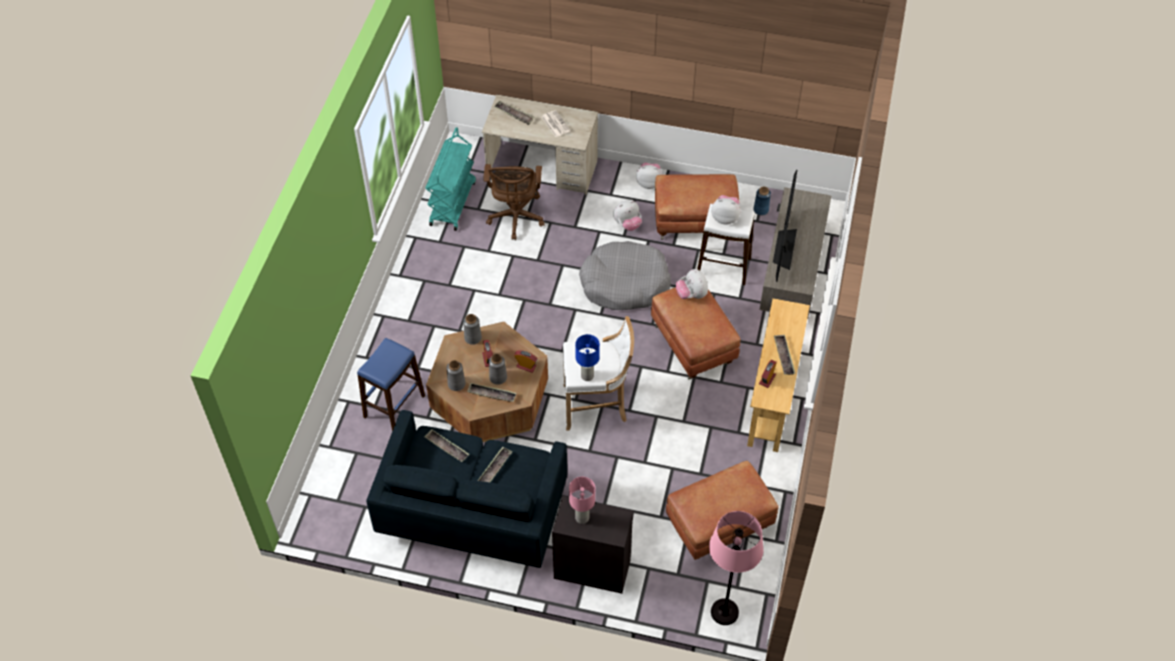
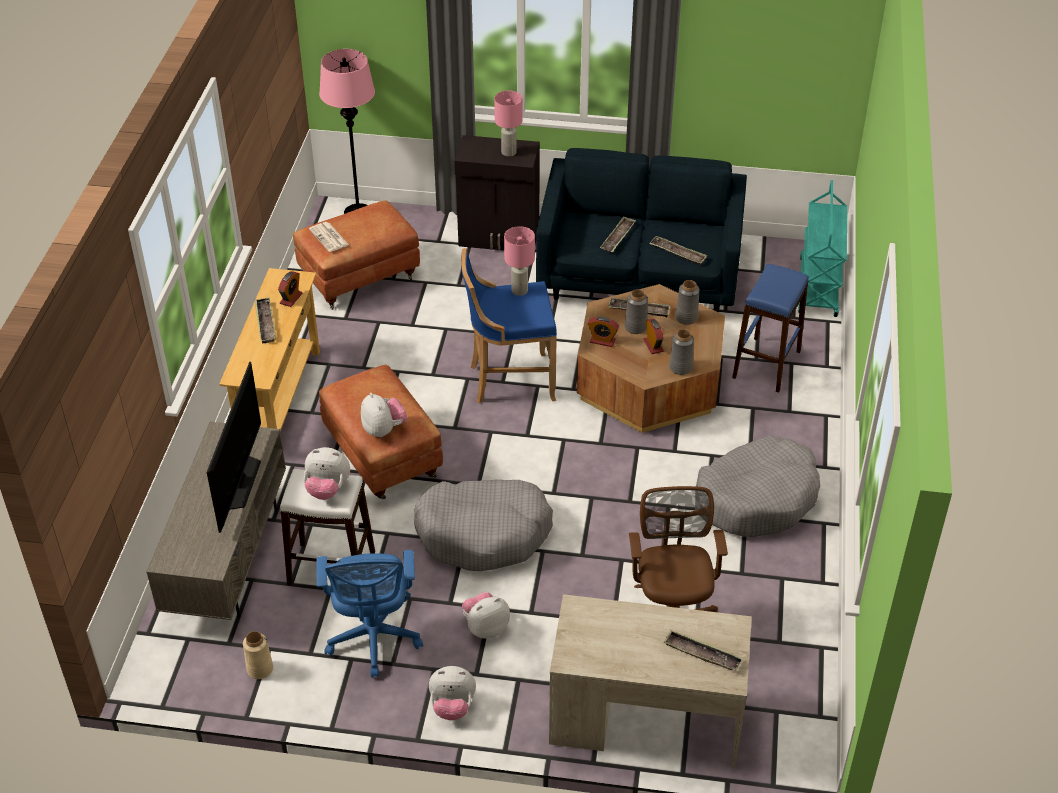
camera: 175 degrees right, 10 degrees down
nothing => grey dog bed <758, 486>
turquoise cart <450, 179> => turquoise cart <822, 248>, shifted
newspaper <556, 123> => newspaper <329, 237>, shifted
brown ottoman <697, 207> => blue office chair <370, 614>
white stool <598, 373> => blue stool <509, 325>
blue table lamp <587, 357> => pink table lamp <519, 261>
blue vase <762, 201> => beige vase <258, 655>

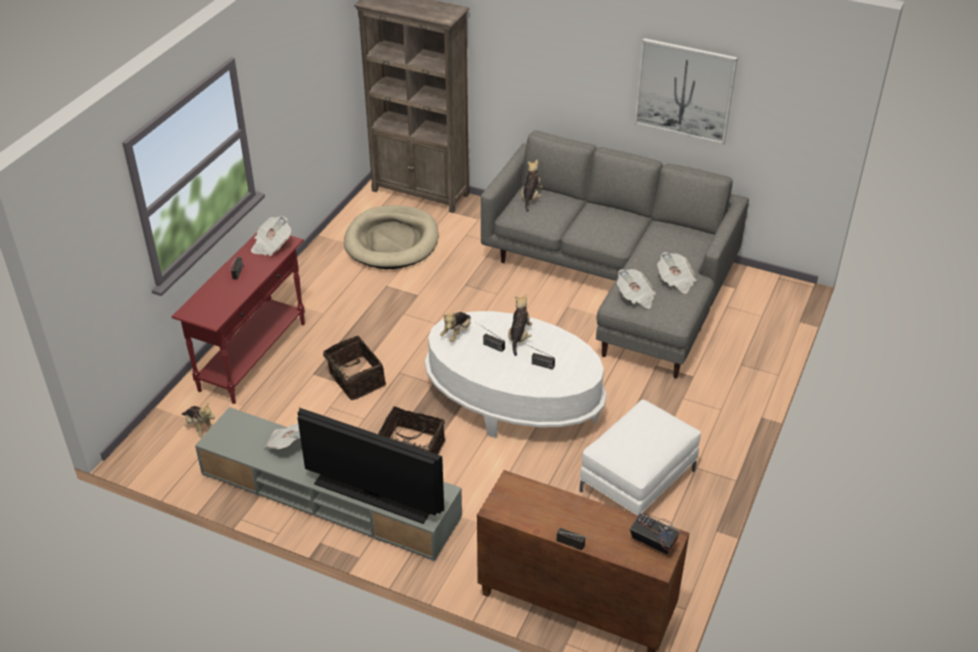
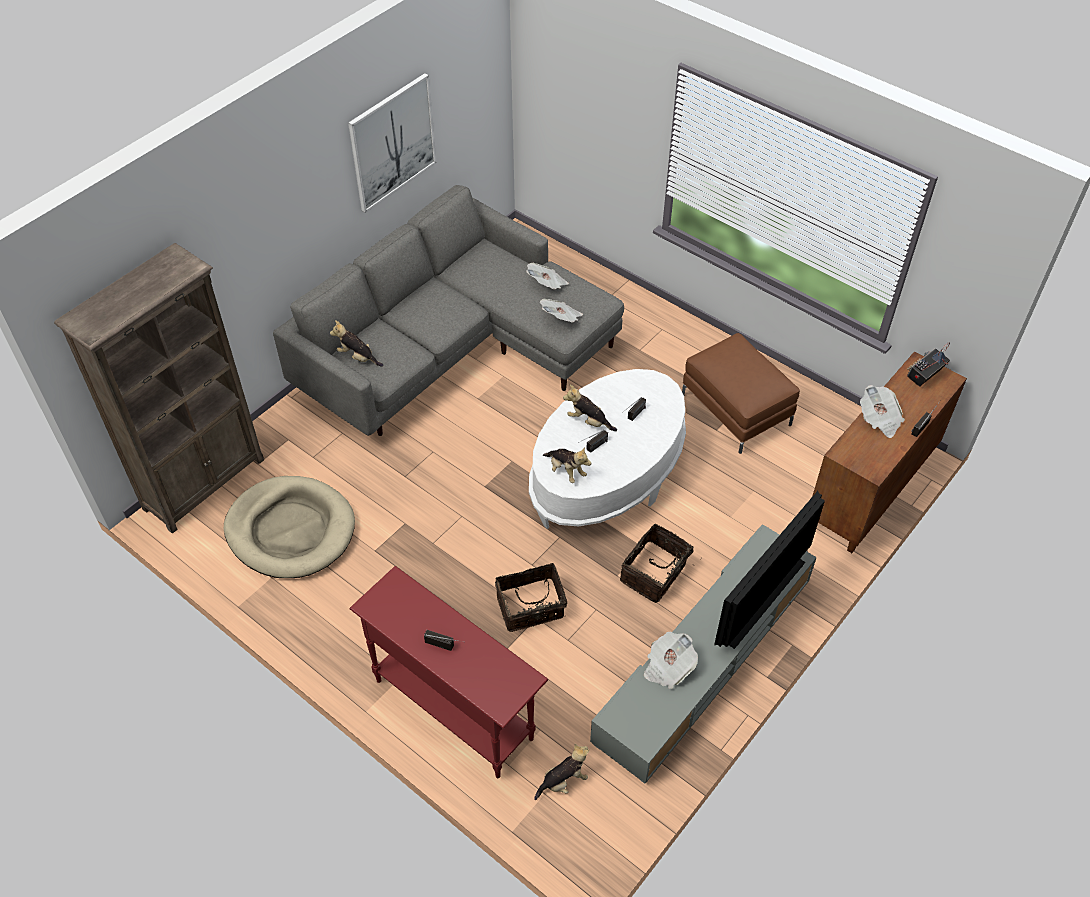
camera: 75 degrees left, 10 degrees up
newspaper <271, 236> => newspaper <882, 411>, shifted
white ottoman <640, 457> => brown ottoman <741, 393>

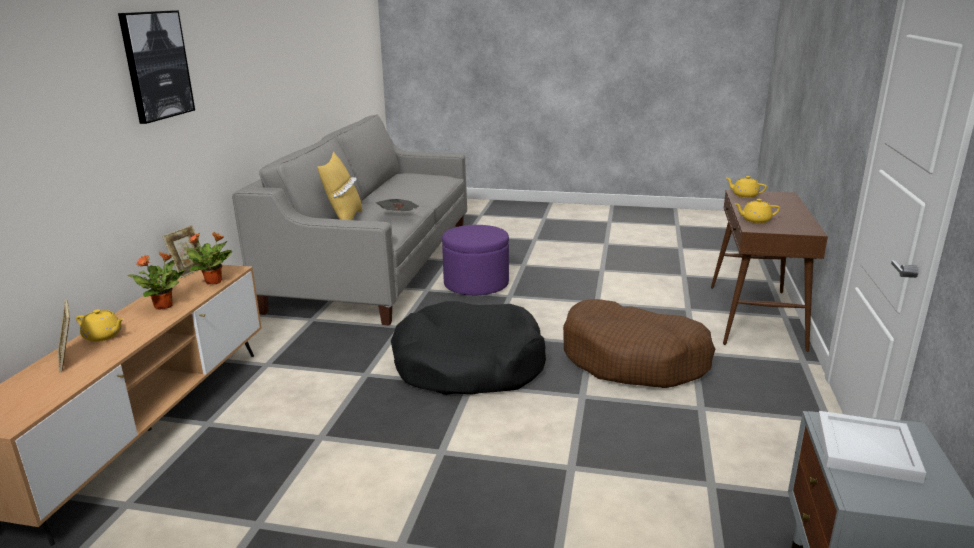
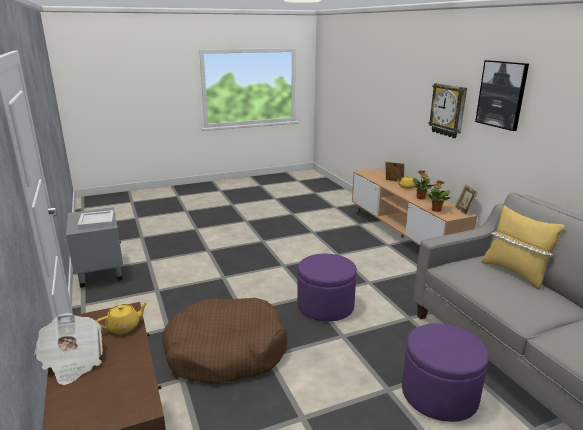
camera: 145 degrees right, 0 degrees up
yellow teapot <747, 187> => nothing
nothing => wall clock <447, 110>
newspaper <397, 205> => newspaper <68, 349>, shifted
black dog bed <468, 348> => purple ottoman <327, 288>

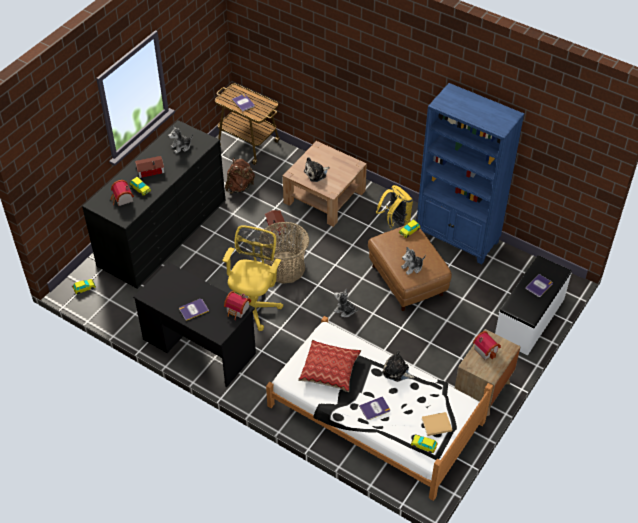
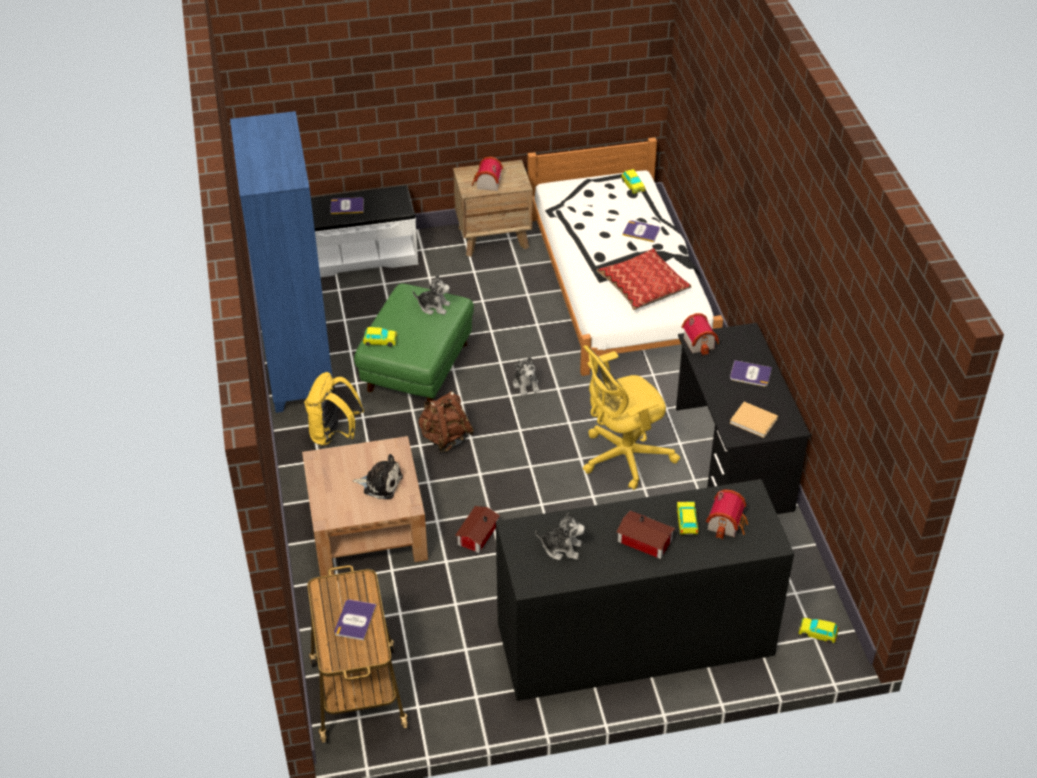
camera: 135 degrees left, 5 degrees down
basket <285, 253> => nothing
plush toy <398, 366> => nothing
brown backpack <240, 176> => brown backpack <446, 421>, shifted
beige book <437, 424> => beige book <754, 420>, shifted
brown ottoman <410, 268> => green ottoman <414, 344>

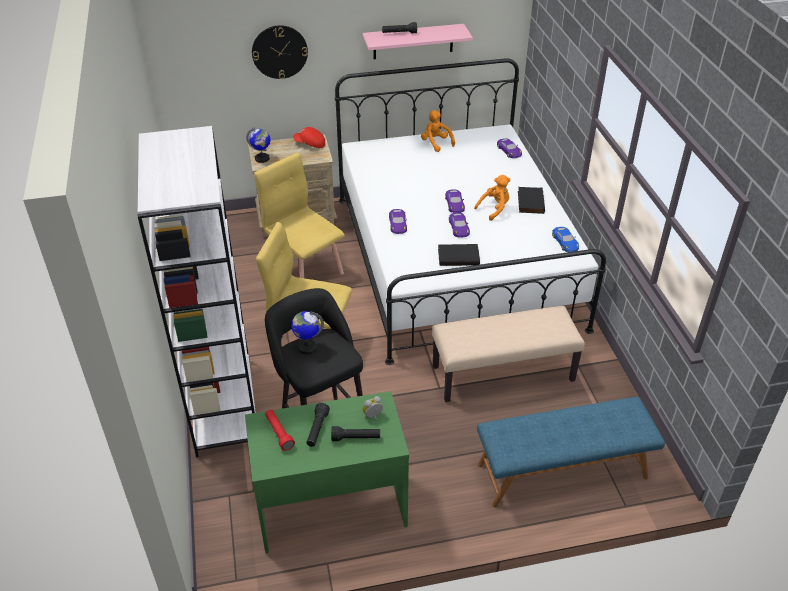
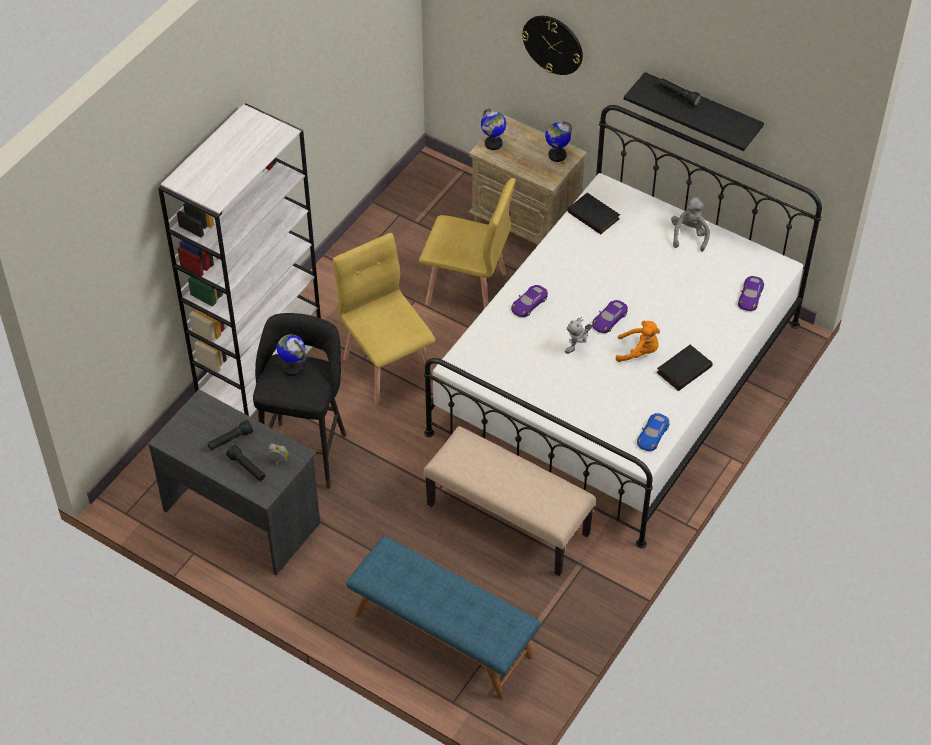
camera: 45 degrees right, 10 degrees up
red flashlight <280, 430> => nothing
black book <459, 255> => black book <593, 213>, shifted
red cap <309, 137> => globe <558, 141>
purple toy car <459, 225> => toy robot <578, 335>
green desk <327, 472> => grey desk <234, 482>
pink shelf <417, 41> => black shelf <694, 111>
orange plush toy <438, 131> => grey plush toy <690, 224>
yellow chair <299, 215> => yellow chair <467, 243>, 105 degrees clockwise

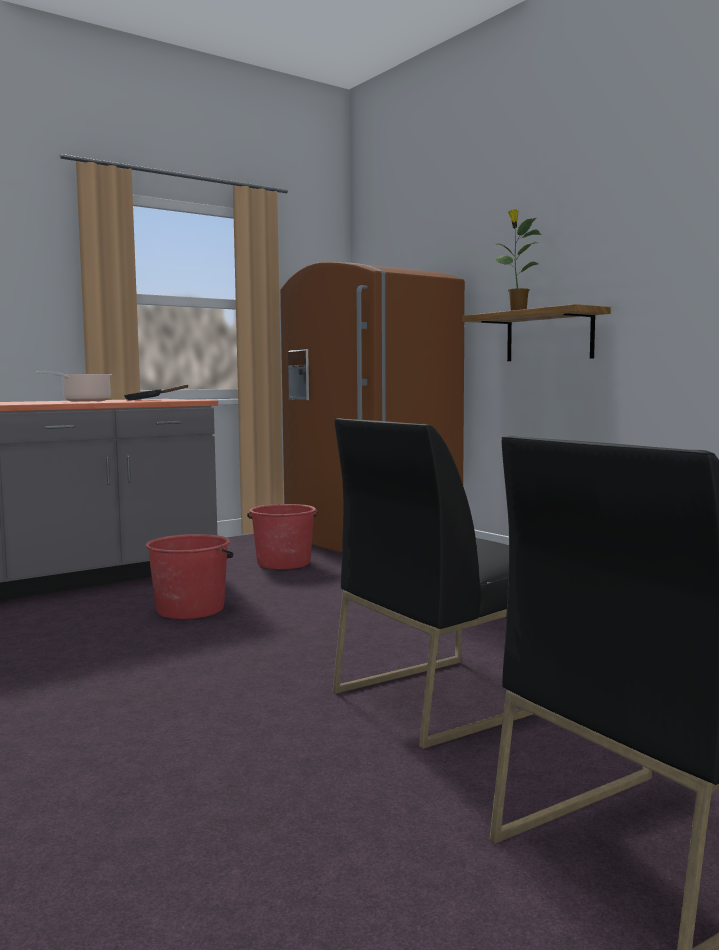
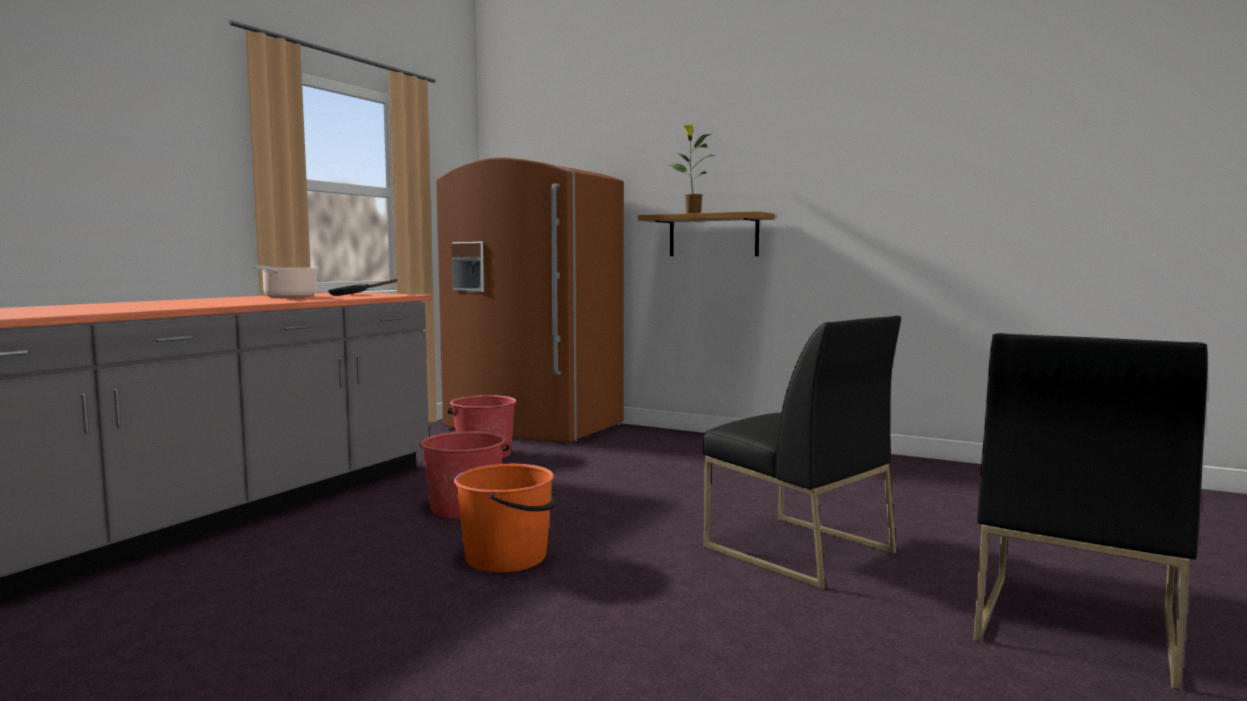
camera: 25 degrees left, 0 degrees up
nothing => orange bucket <505, 518>
black chair <433, 583> => black chair <802, 452>, 75 degrees counterclockwise

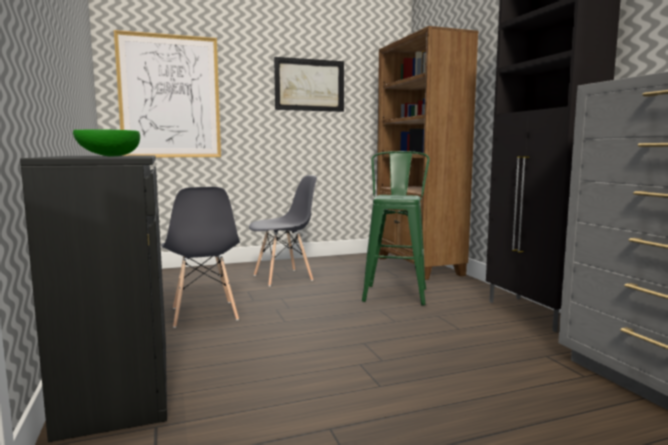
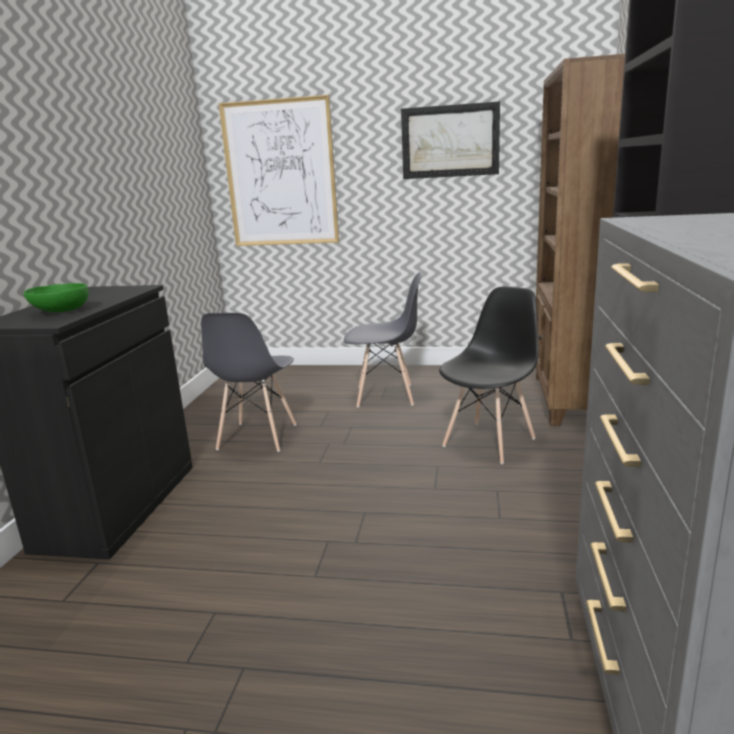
camera: 30 degrees right, 10 degrees up
green stool <396, 228> => black chair <489, 375>

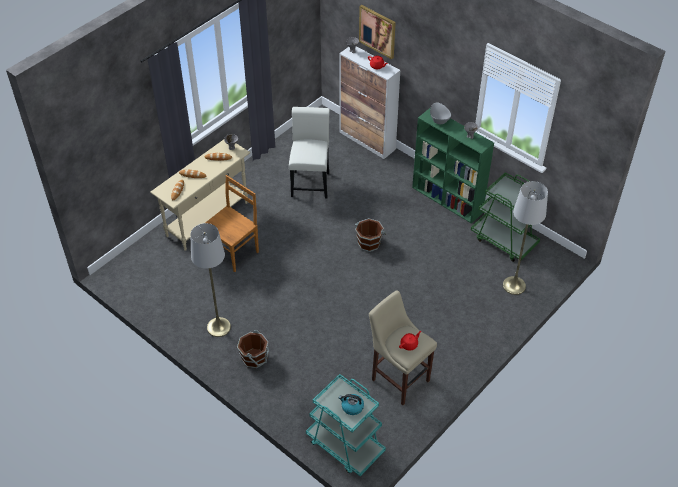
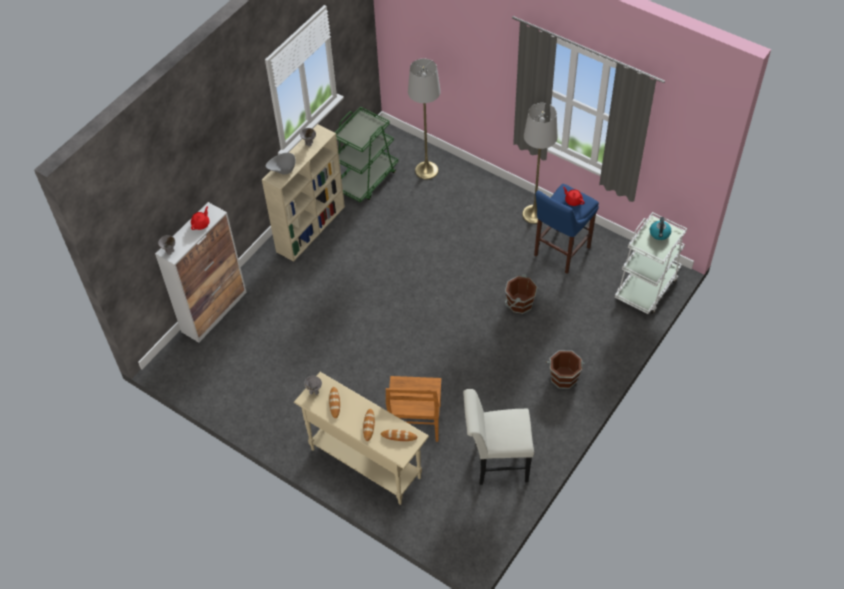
camera: 95 degrees left, 5 degrees up
picture <377, 32> => nothing
grey floor lamp <211, 280> => grey floor lamp <540, 163>, shifted
white chair <309, 153> => white chair <498, 437>, shifted
brown bucket <370, 235> => brown bucket <521, 294>, shifted
turquoise cart <346, 425> => white cart <651, 263>
beige stool <403, 348> => blue stool <566, 229>
green bookcase <453, 165> => beige bookcase <303, 193>
brown chair <232, 223> => brown chair <413, 409>, 120 degrees counterclockwise

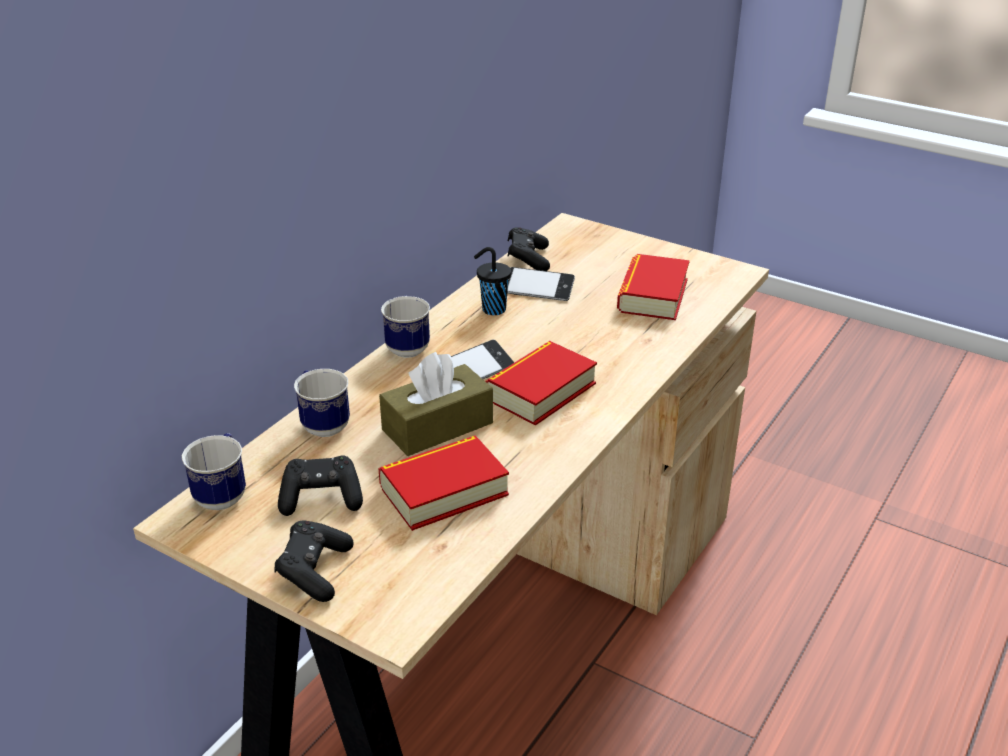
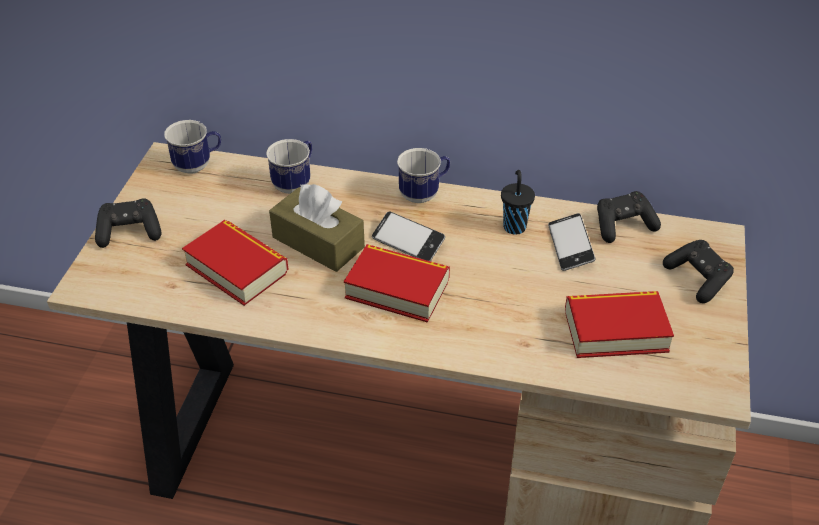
camera: 70 degrees right, 10 degrees up
black game controller <320, 486> => black game controller <698, 271>, shifted

